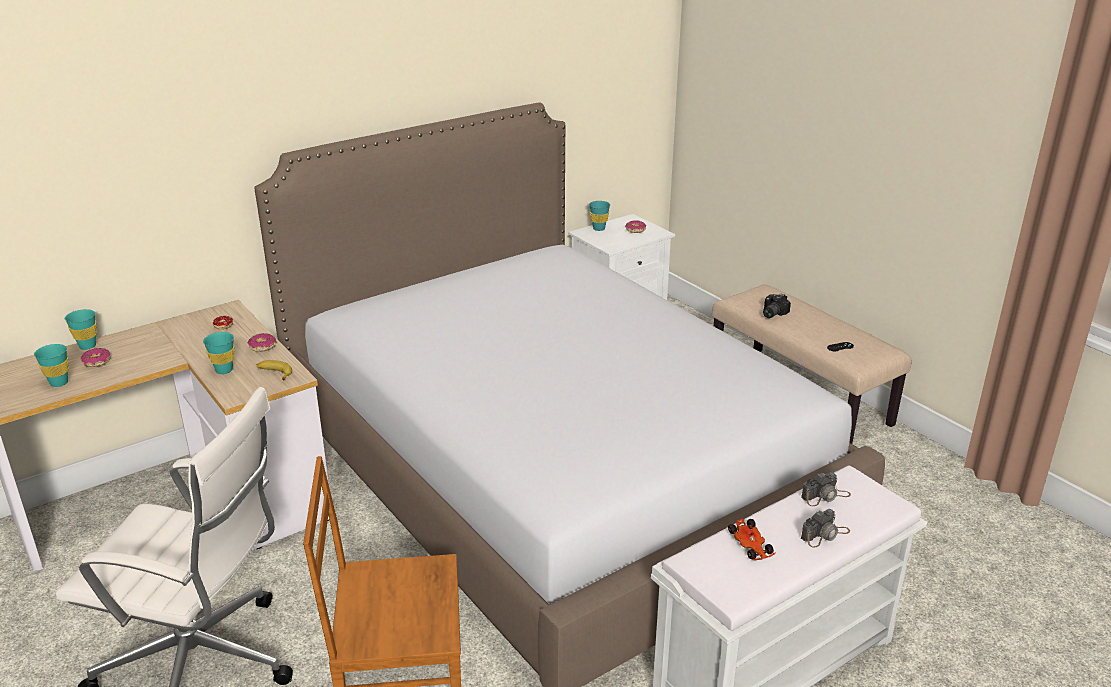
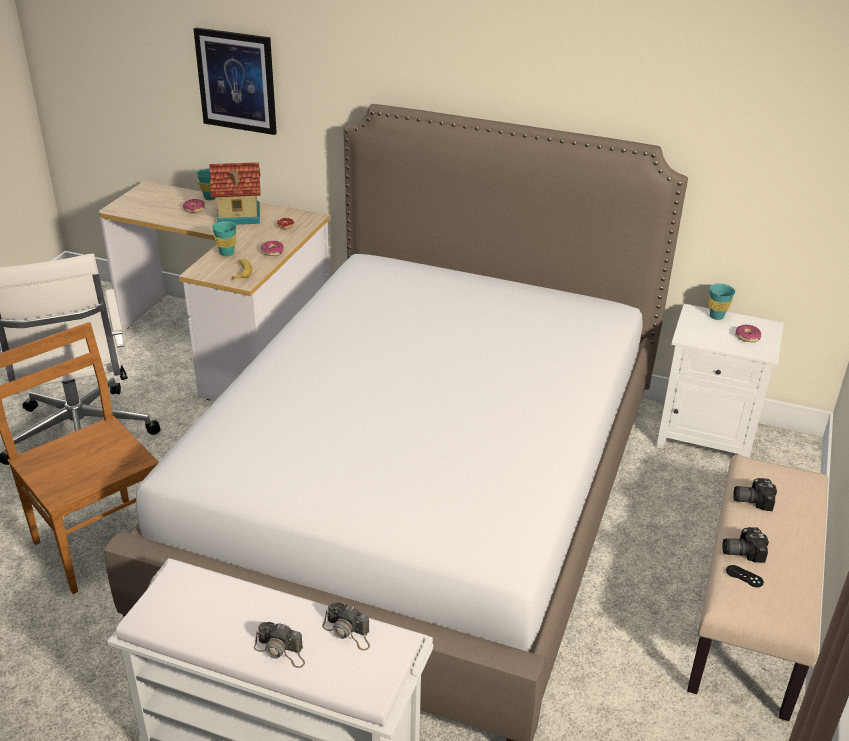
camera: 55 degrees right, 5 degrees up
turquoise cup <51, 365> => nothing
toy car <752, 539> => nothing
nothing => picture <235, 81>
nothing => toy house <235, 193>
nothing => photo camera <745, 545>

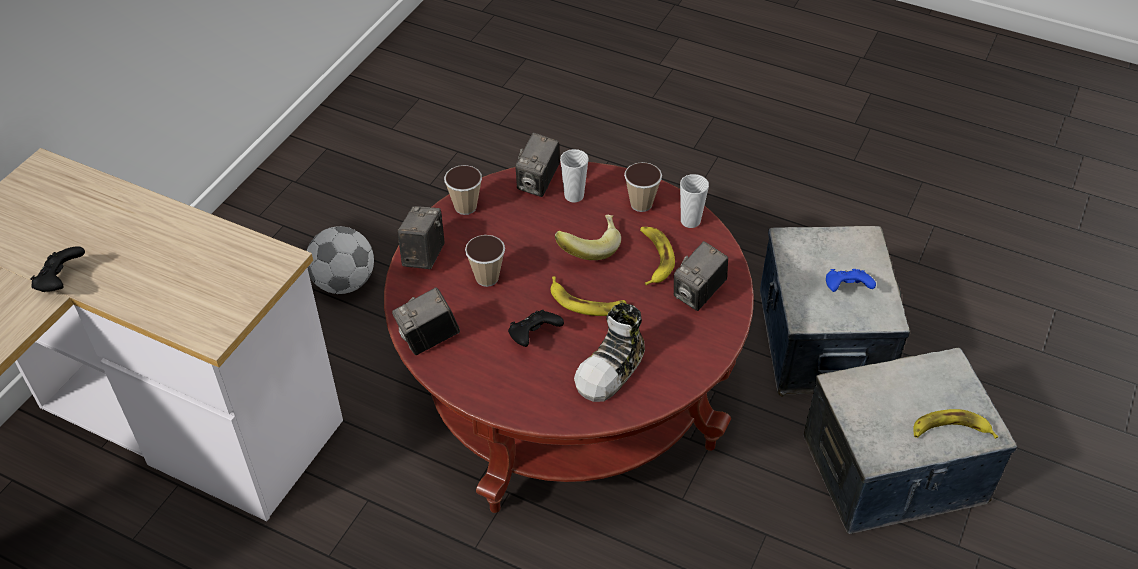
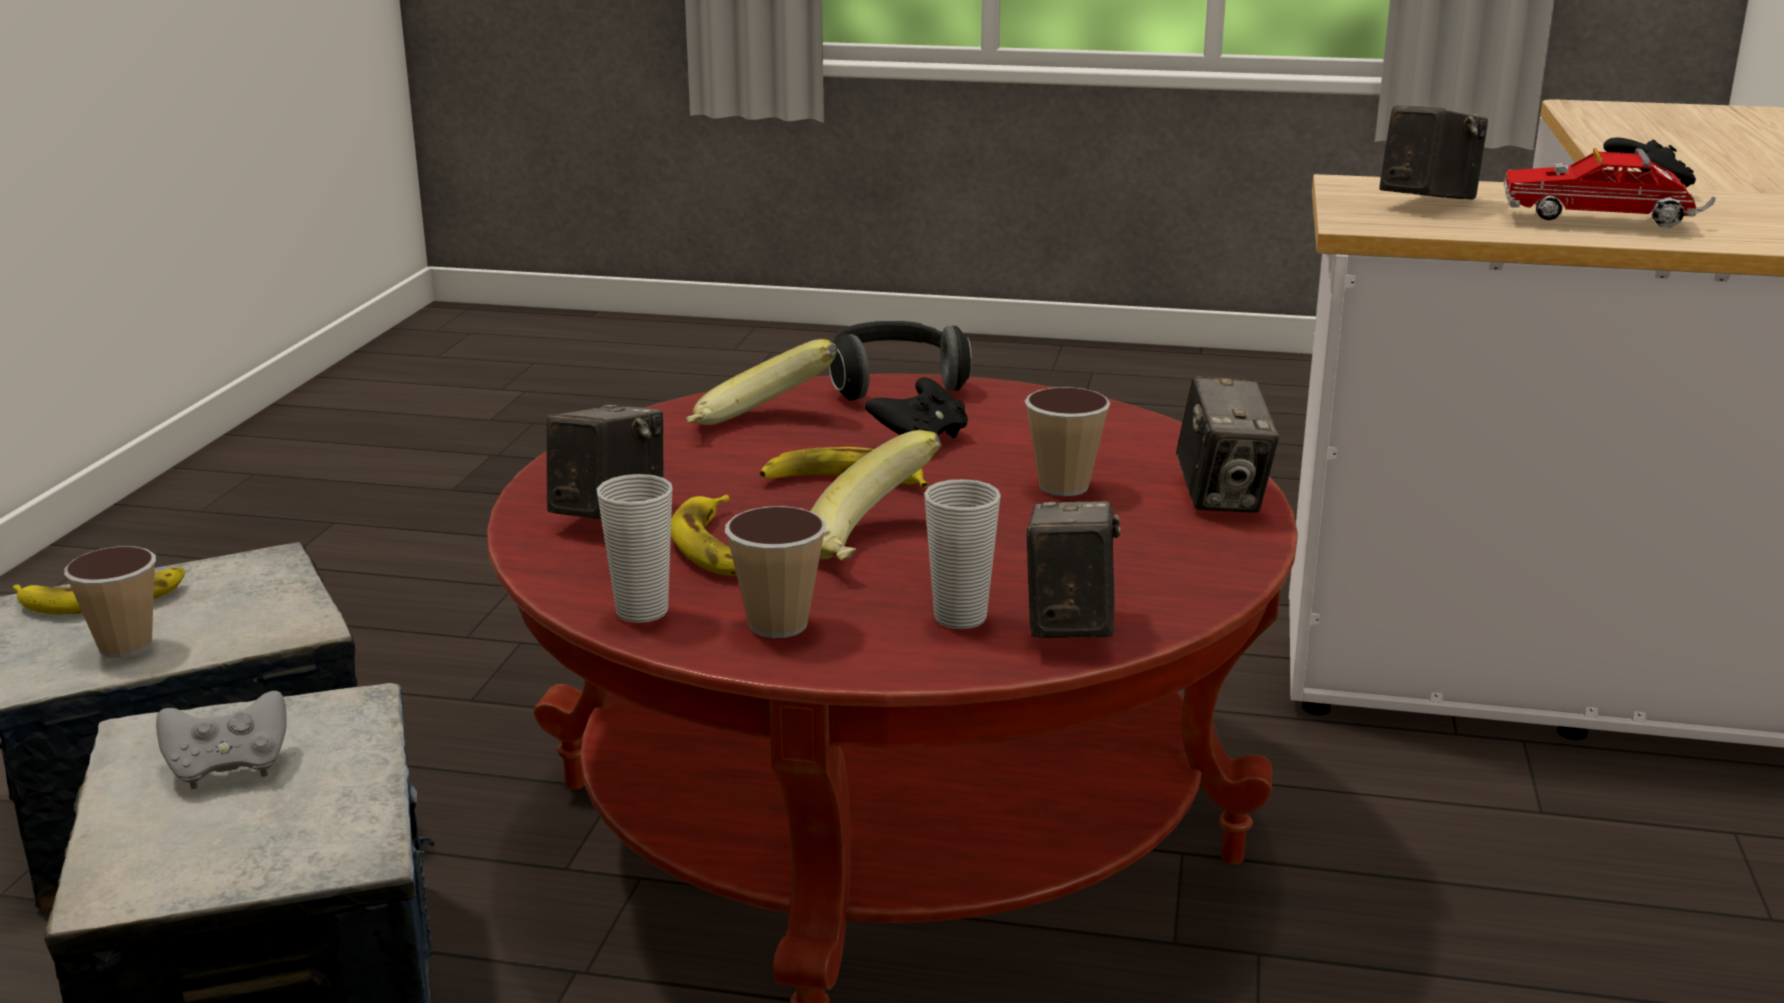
camera: 165 degrees right, 25 degrees down
football <340, 260> => nothing
nothing => headphones <900, 361>
nothing => toy truck <1610, 188>
photo camera <426, 321> => photo camera <1433, 153>, shifted
cup <463, 190> => cup <110, 602>, shifted
shoe <609, 352> => banana <761, 382>
blue game controller <851, 280> => grey game controller <221, 740>

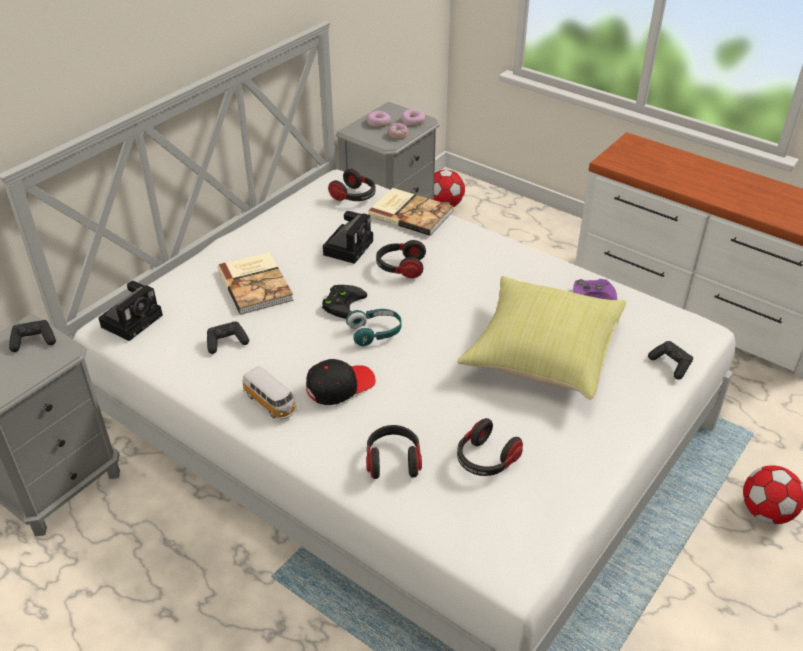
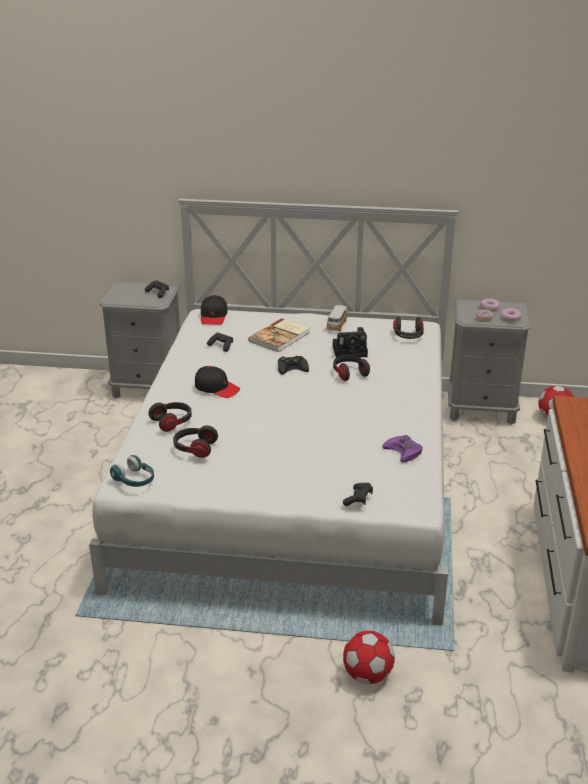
camera: 60 degrees right, 10 degrees down
book <410, 212> => nothing
yellow pillow <542, 338> => nothing
toy car <269, 393> => toy car <337, 318>, shifted
turquoise headphones <374, 327> => turquoise headphones <132, 471>, shifted
photo camera <130, 311> => black cap <214, 310>

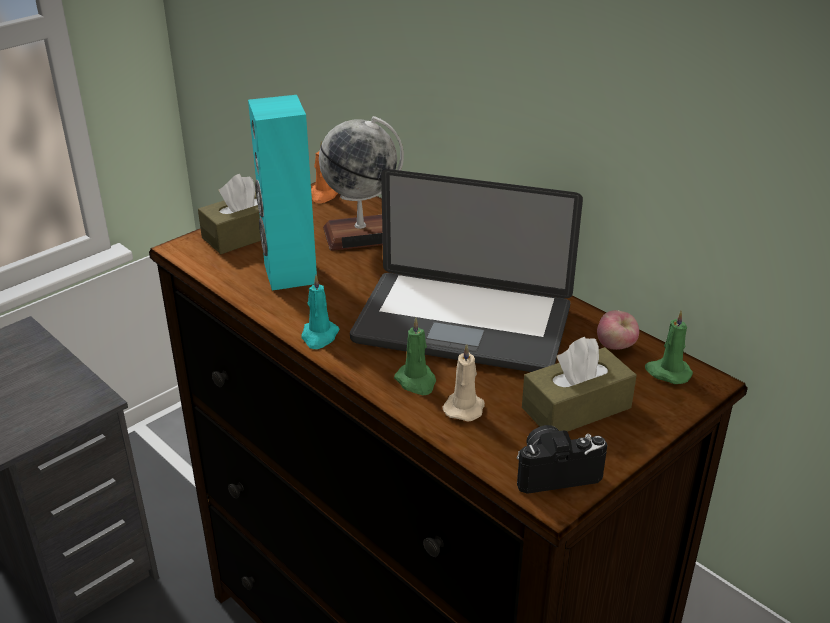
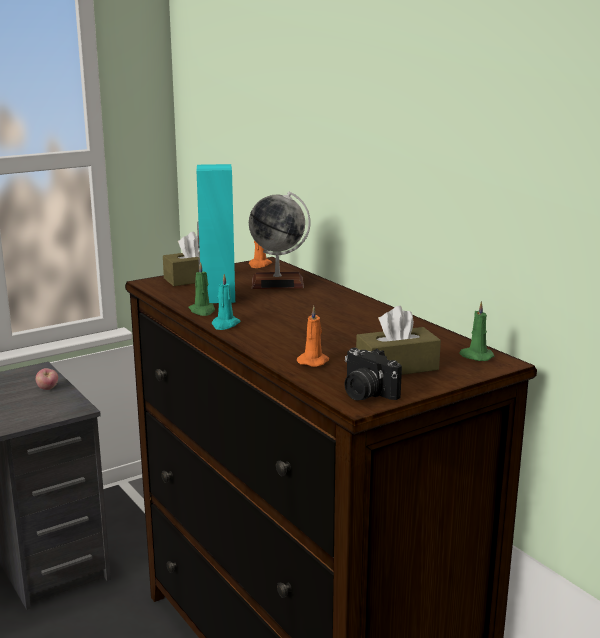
camera: 10 degrees right, 15 degrees down
laptop <466, 270> => nothing
green candle <415, 356> => green candle <202, 289>, shifted
apple <618, 330> => apple <47, 379>, shifted
beige candle <463, 383> => orange candle <313, 336>
photo camera <562, 459> => photo camera <373, 374>, 135 degrees counterclockwise

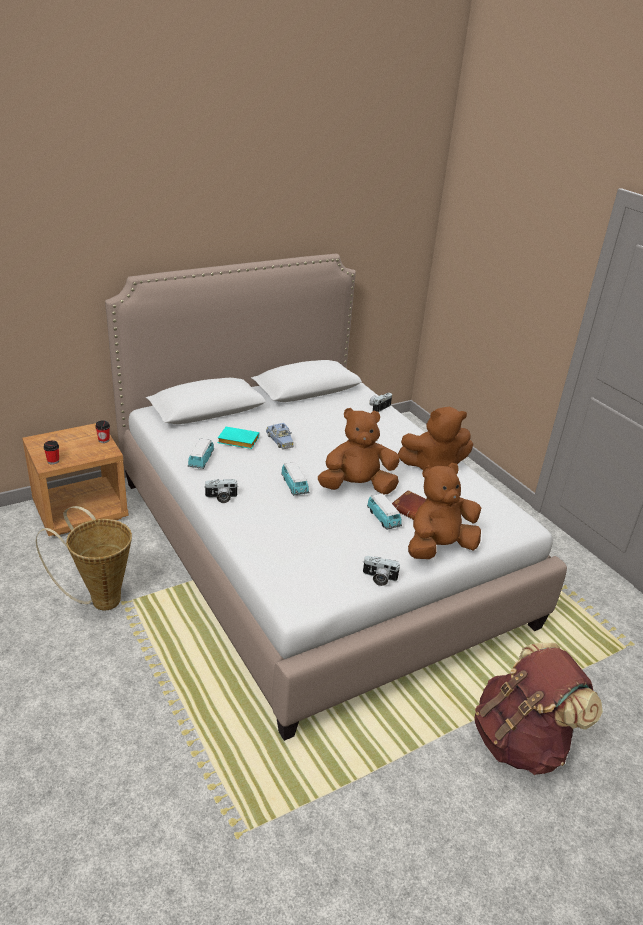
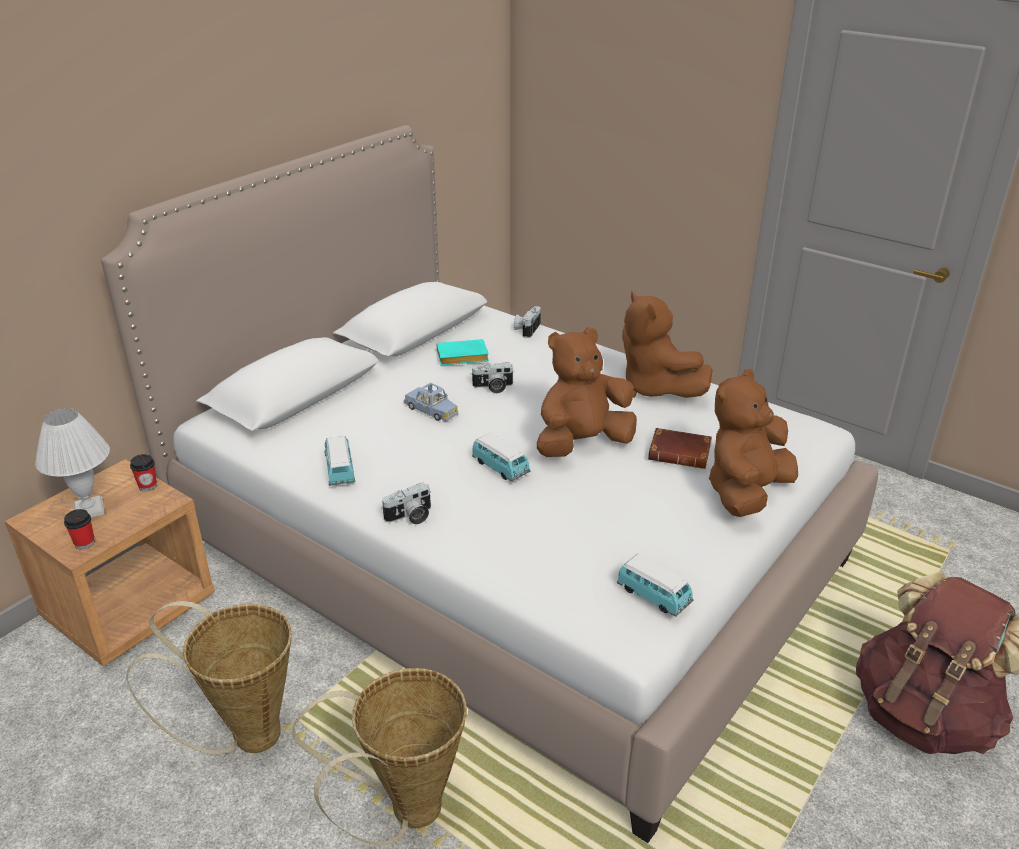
camera: 20 degrees left, 0 degrees up
nothing => white table lamp <72, 463>
nothing => basket <379, 757>
turquoise book <238, 438> => turquoise book <462, 352>, shifted
photo camera <382, 571> => photo camera <492, 377>, shifted
toy car <384, 511> => toy car <655, 585>, shifted
brown plush toy <435, 438> => brown plush toy <667, 344>, 90 degrees clockwise

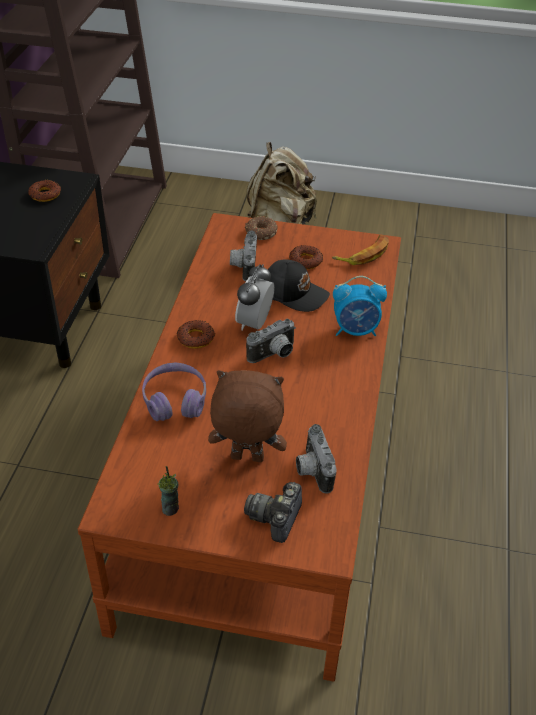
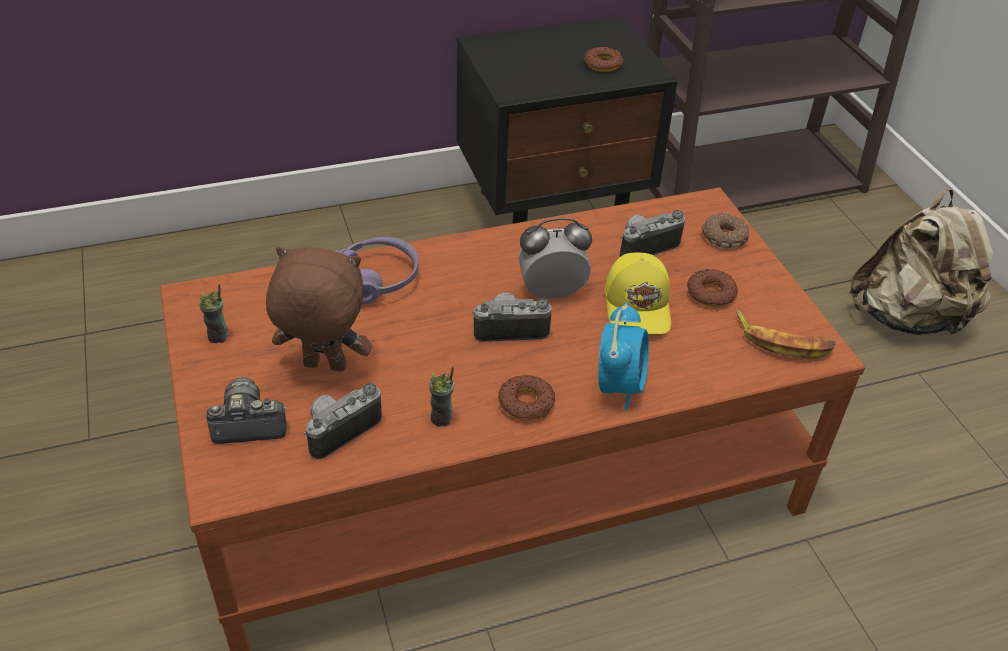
camera: 60 degrees right, 0 degrees up
nothing => cup <441, 396>
donut <196, 334> => donut <526, 397>, shifted
black cap <298, 285> => yellow cap <638, 293>
brown plush toy <247, 416> => brown plush toy <319, 309>, 60 degrees counterclockwise
photo camera <271, 340> => photo camera <512, 317>, 150 degrees clockwise
alarm clock <360, 306> => alarm clock <623, 357>, 135 degrees counterclockwise

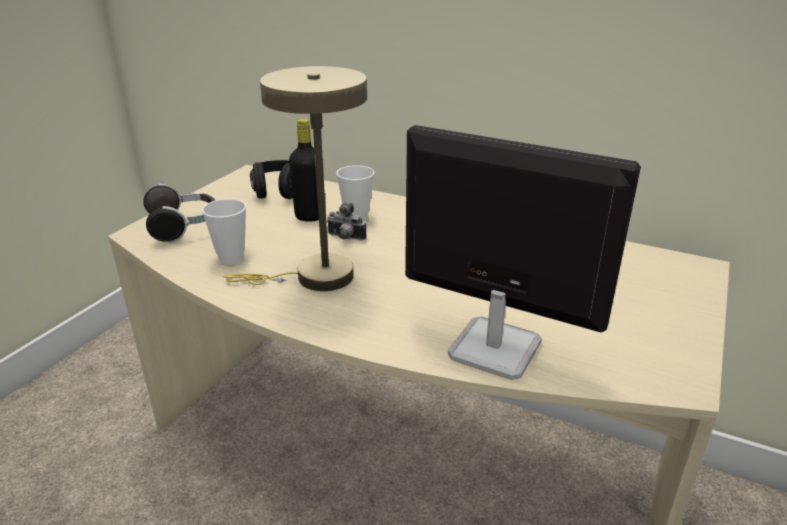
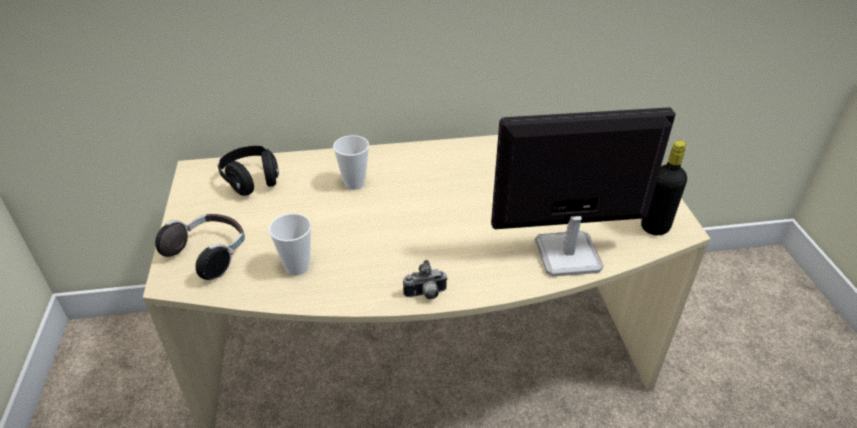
camera: 35 degrees left, 10 degrees up
beige table lamp <295, 178> => nothing
black bottle <304, 170> => black bottle <664, 188>, shifted
photo camera <346, 221> => photo camera <425, 279>, shifted

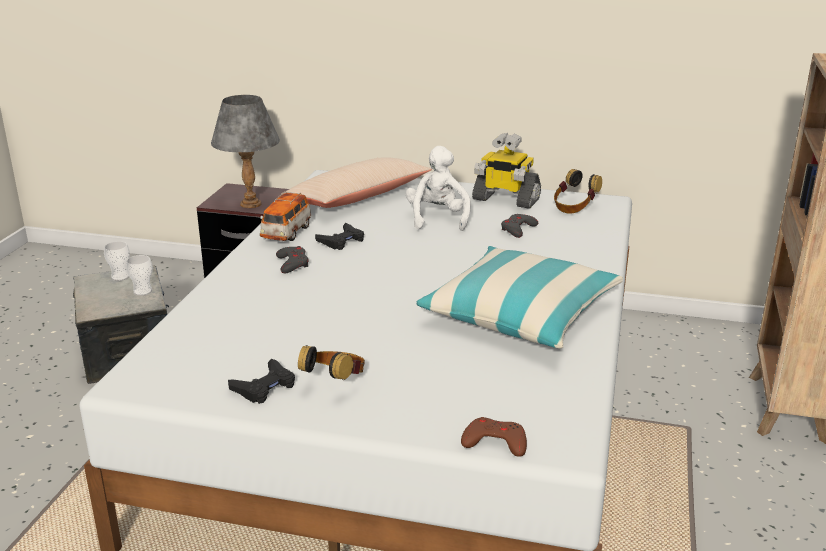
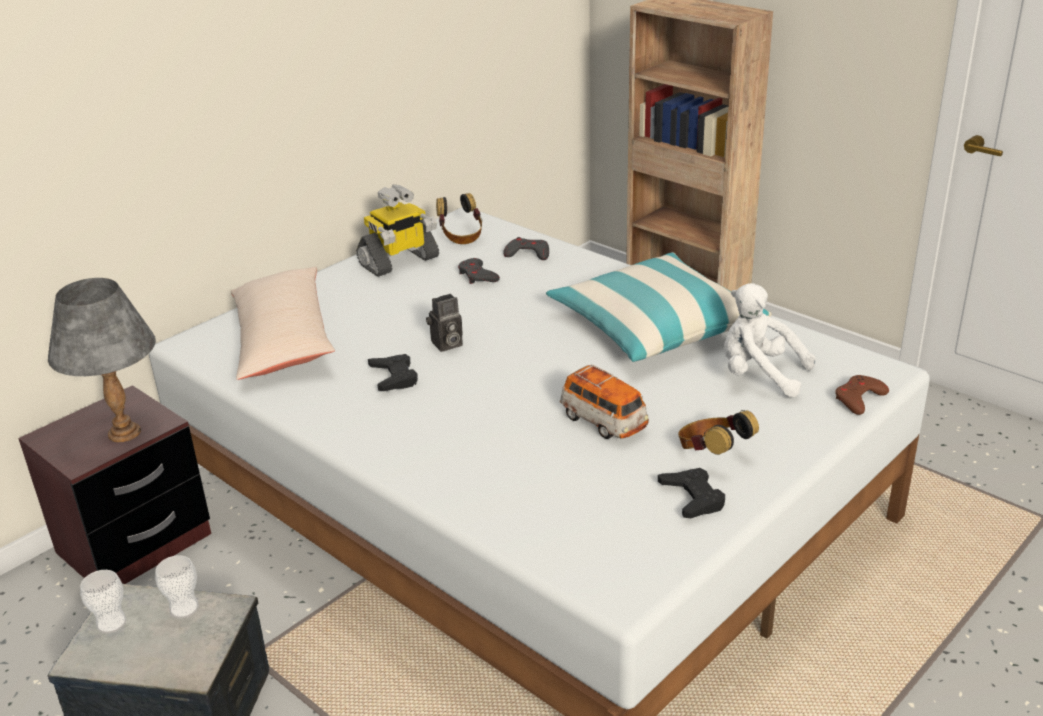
camera: 60 degrees left, 5 degrees up
nothing => photo camera <444, 323>
toy car <285, 216> => toy car <604, 401>, shifted
grey game controller <292, 260> => grey game controller <526, 248>, shifted
white plush toy <438, 188> => white plush toy <770, 340>, shifted

